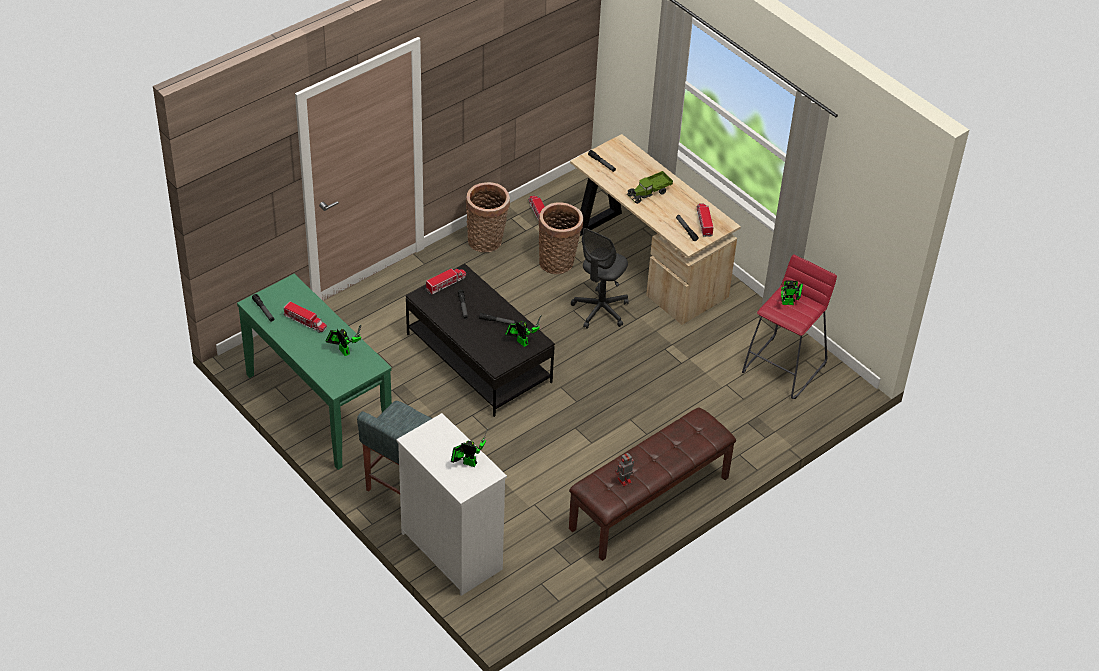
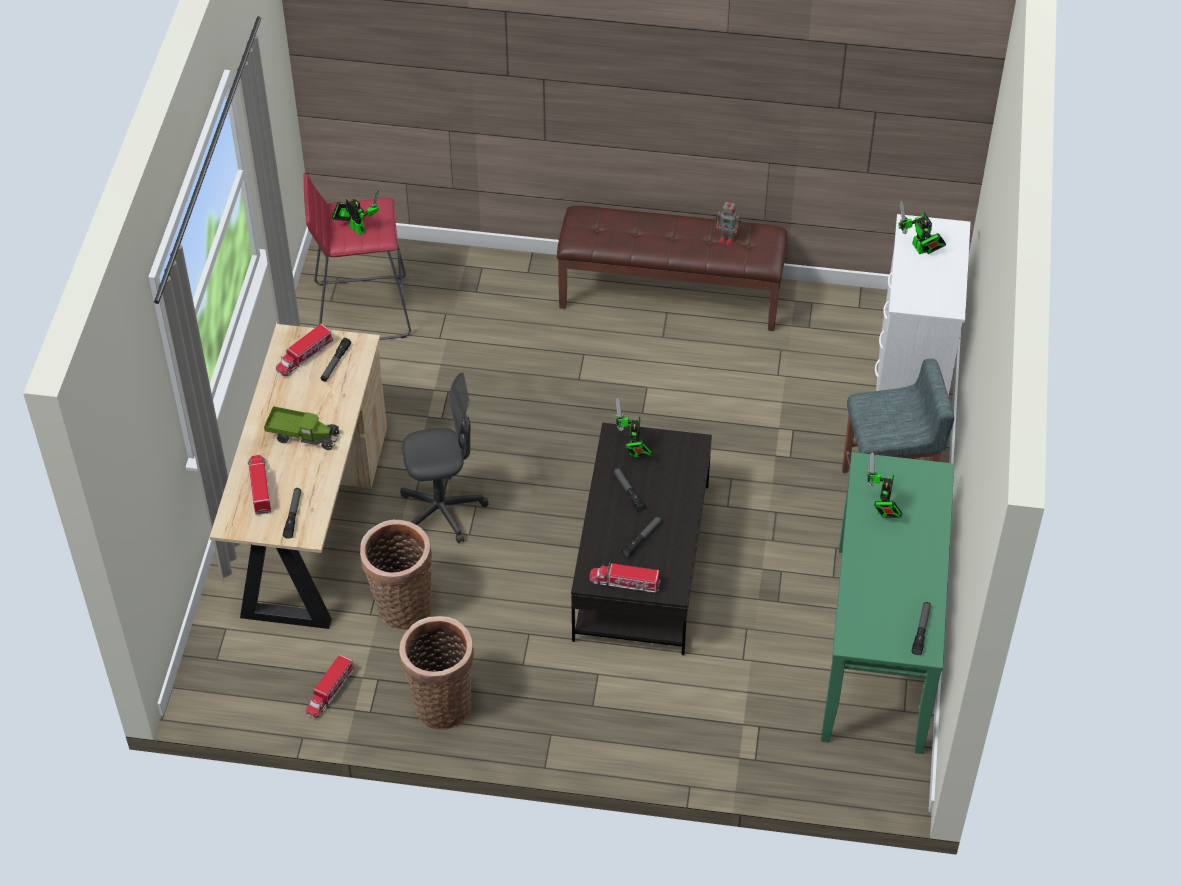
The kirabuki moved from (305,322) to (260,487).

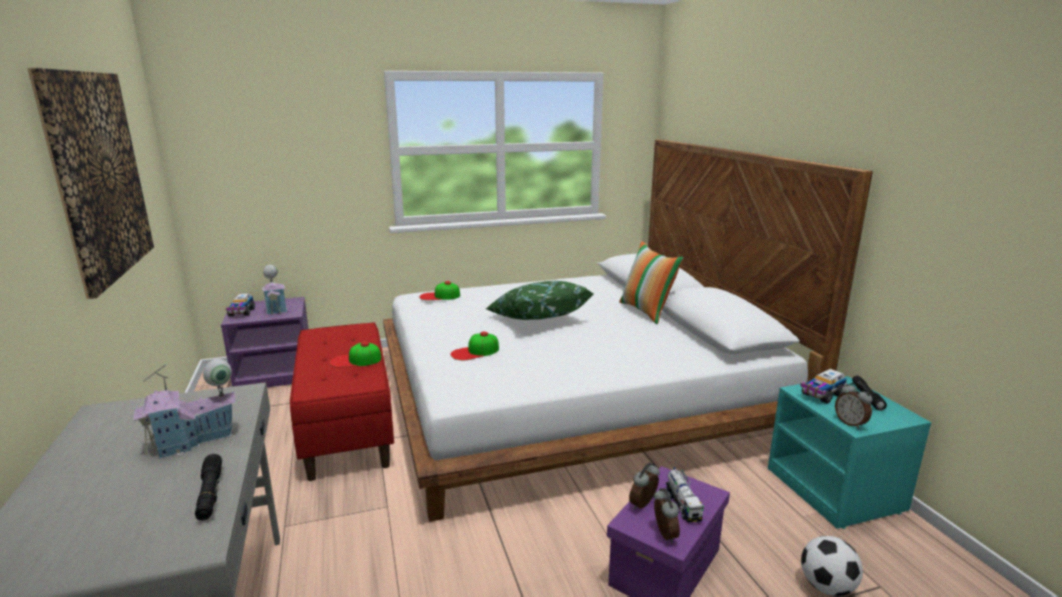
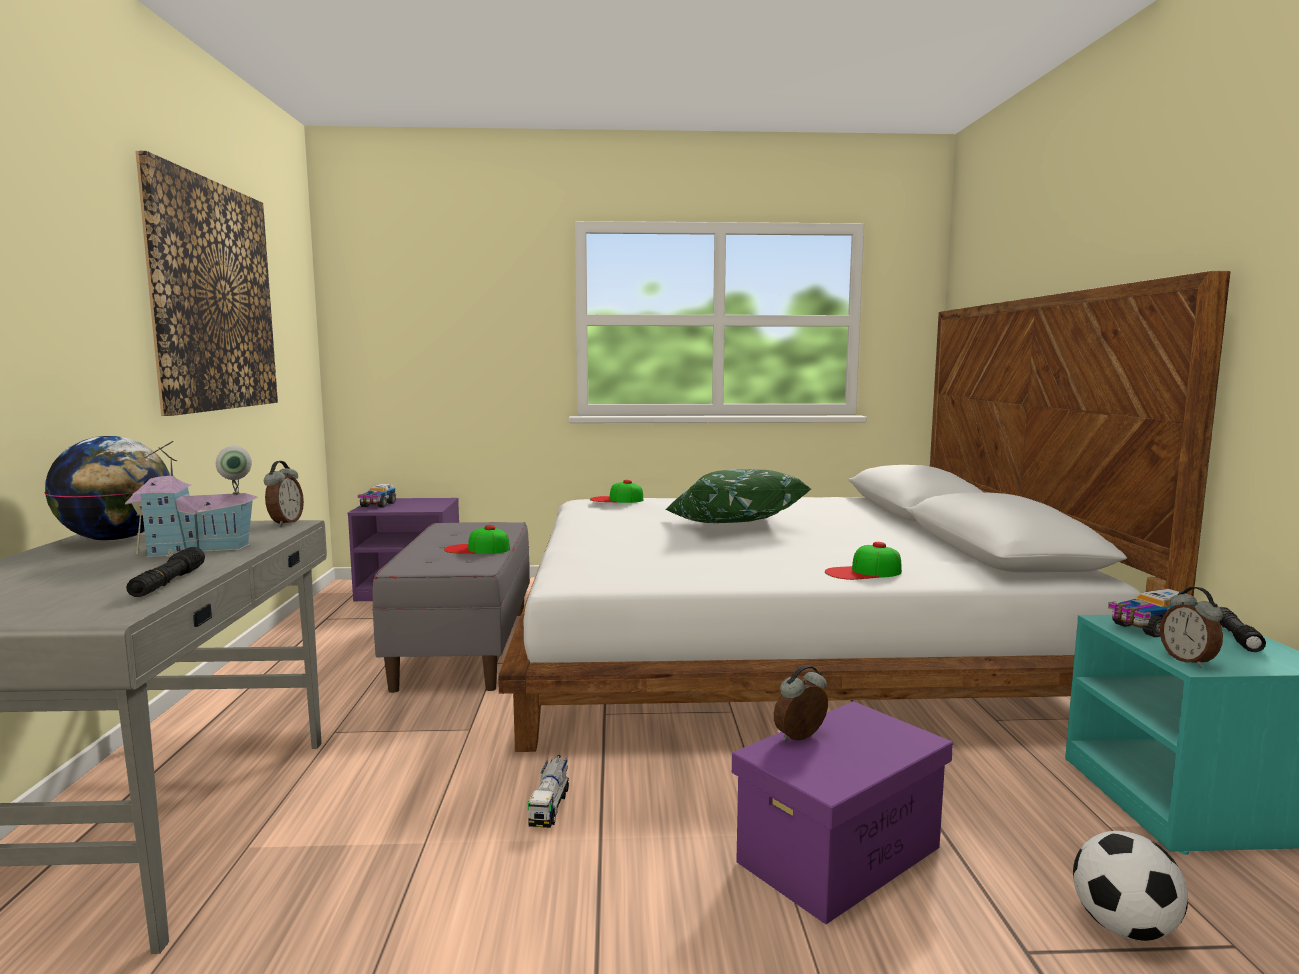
The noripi at (116,539) appeared.
The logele moved from (663,534) to (285,523).
The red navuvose at (348,428) became the grey navuvose at (465,647).
The kirabuki moved from (682,504) to (550,806).
The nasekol moved from (475,352) to (863,572).
The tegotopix at (276,308) disappeared.
The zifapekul at (647,311) disappeared.

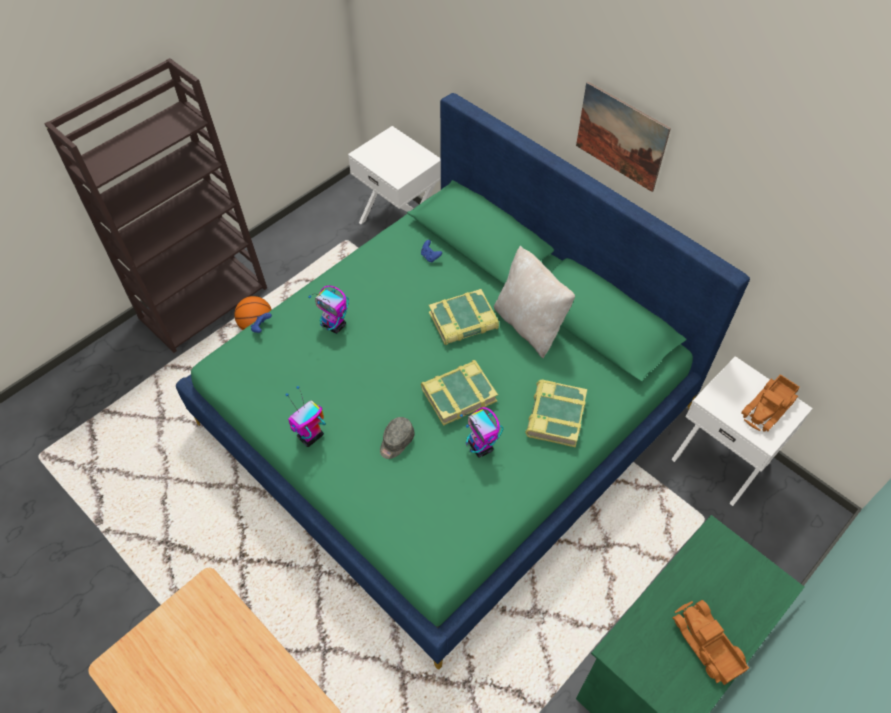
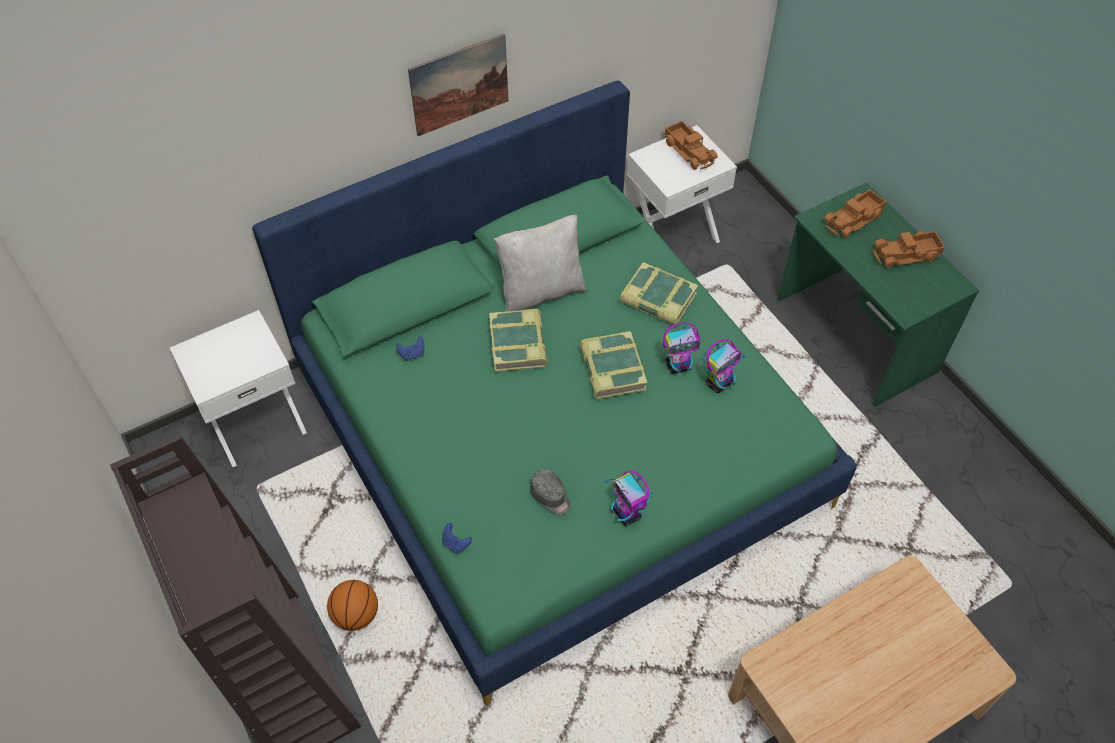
The grey nasekol moved from (396,442) to (550,497).
The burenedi moved from (334,325) to (719,383).
The kirabuki at (854,220) appeared.

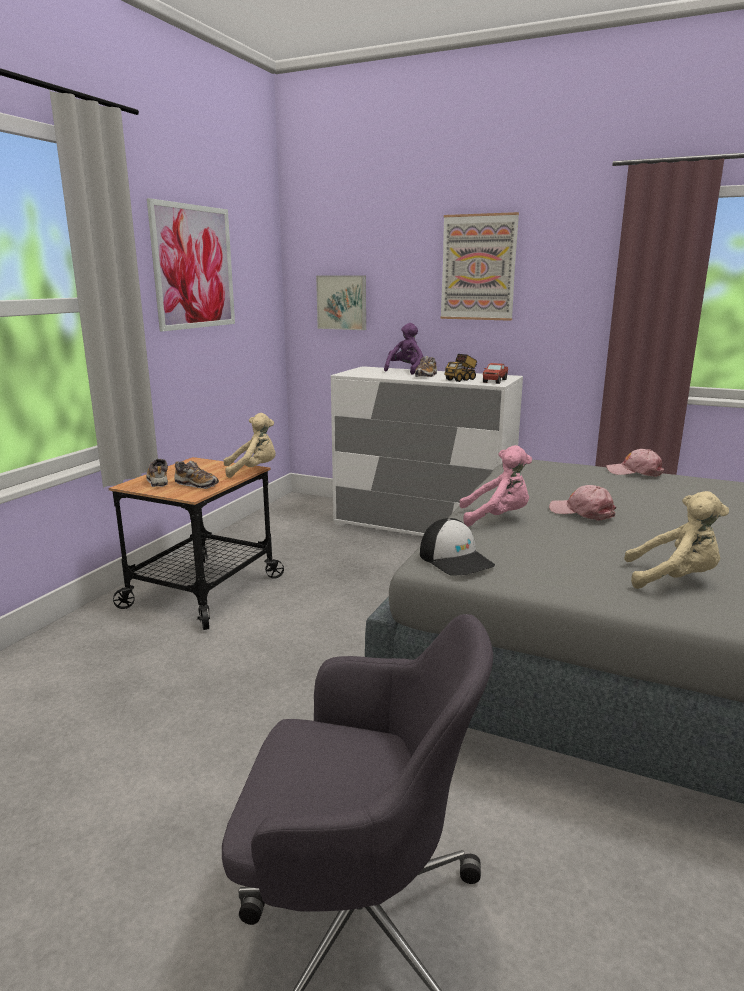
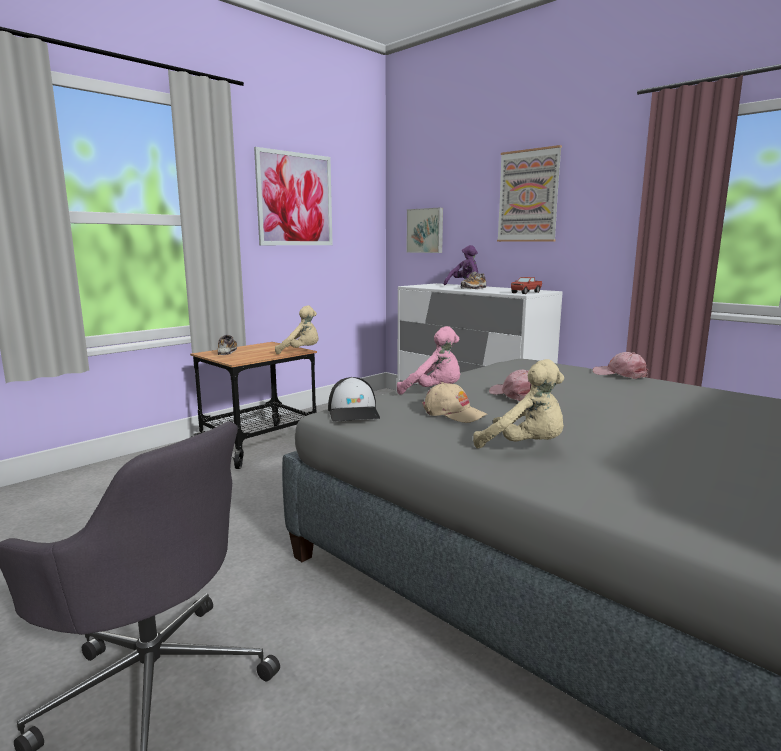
The beige nasekol at (453,413) appeared.
The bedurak at (196,485) disappeared.
The kirabuki at (461,380) disappeared.

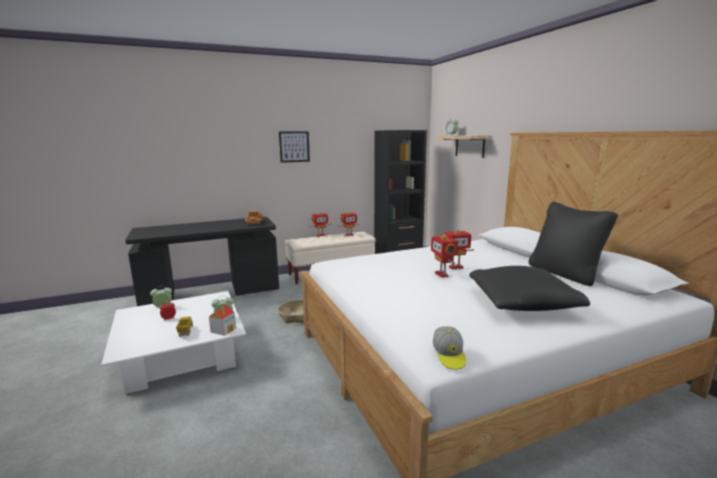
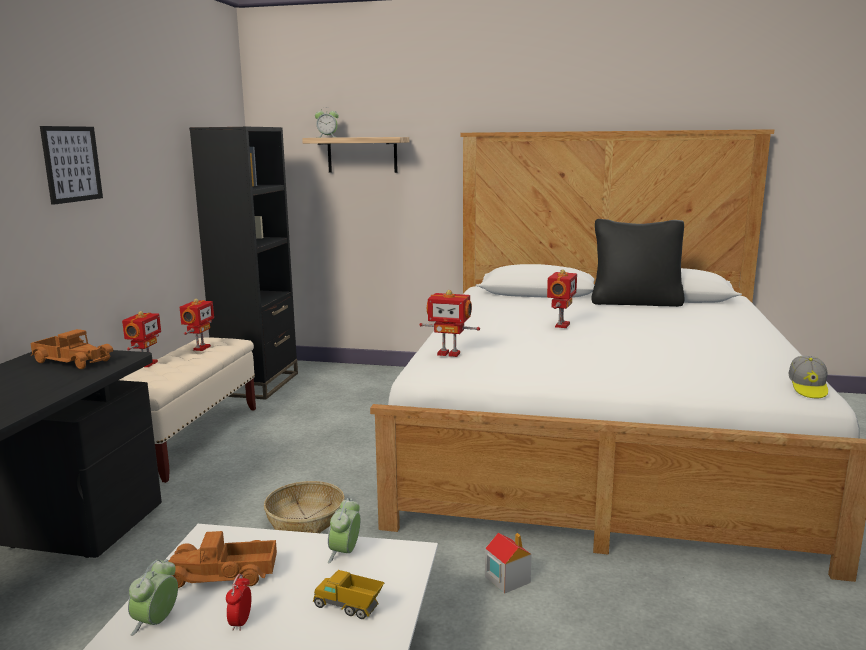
The kirabuki at (222,575) appeared.
The burenedi moved from (442,274) to (449,353).
The tegotopix moved from (223,329) to (507,579).
The nasekol at (449,356) turned 75 degrees clockwise.
The black zifapekul at (522,303) disappeared.

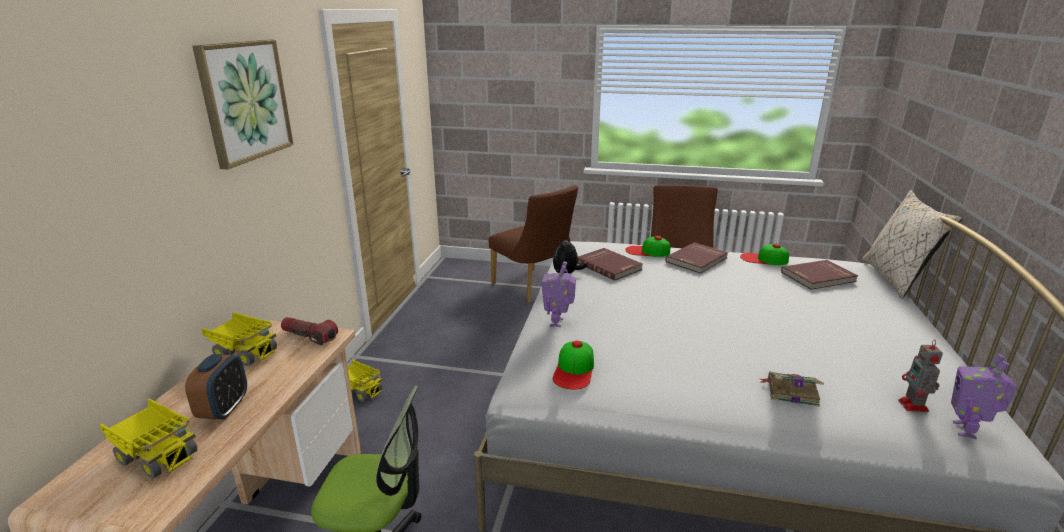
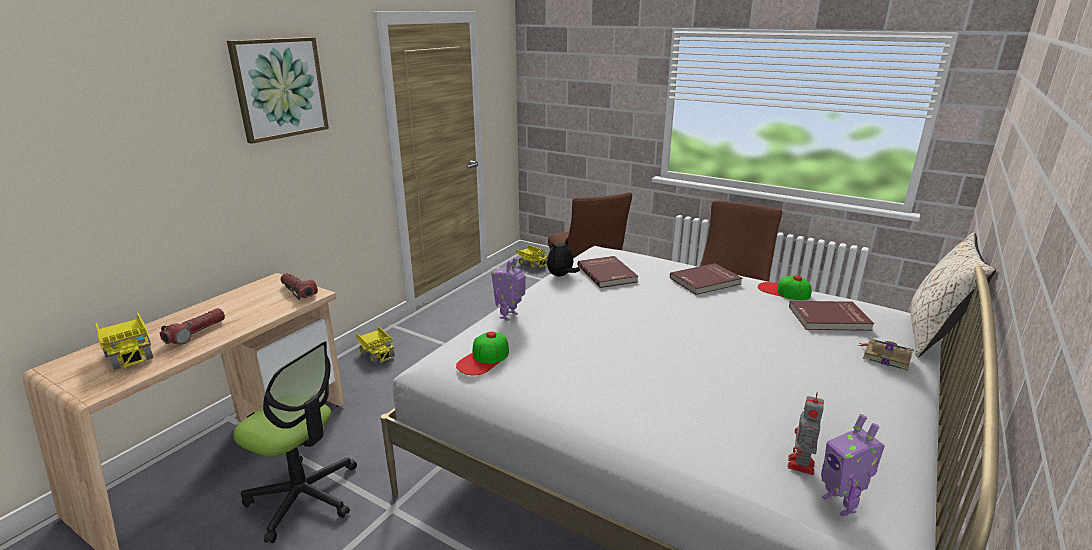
The logele at (224,409) was replaced by the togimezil at (196,333).
The kirabuki moved from (245,352) to (532,264).
The burenedi at (966,430) turned 60 degrees counterclockwise.
The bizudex moved from (790,391) to (885,357).
The nasekol at (647,251) disappeared.

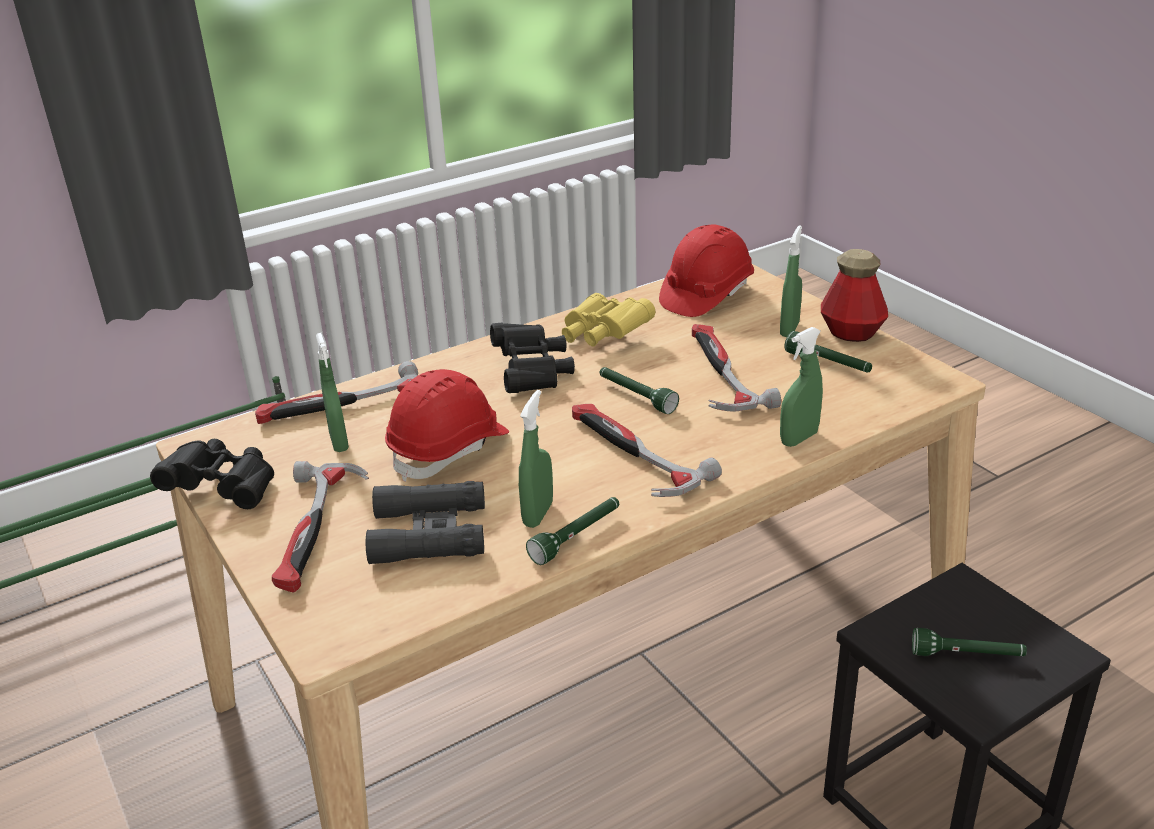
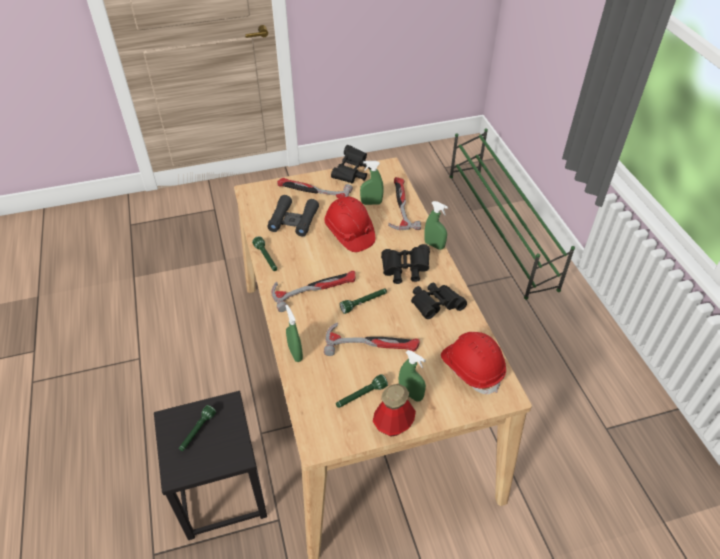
The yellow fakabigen at (603,336) became the black fakabigen at (435,306).
The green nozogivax moved from (538,514) to (434,245).

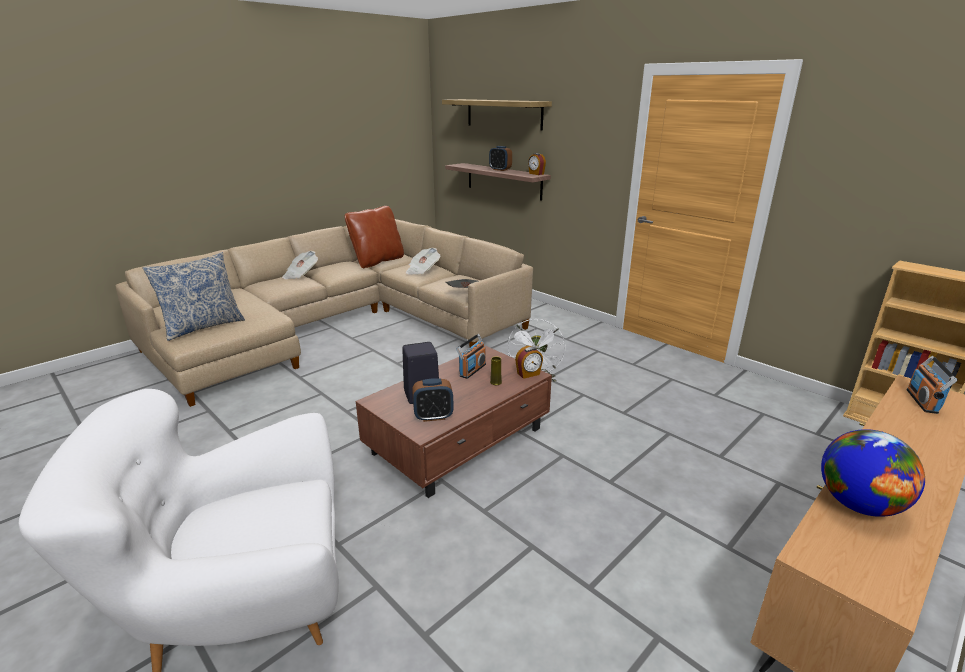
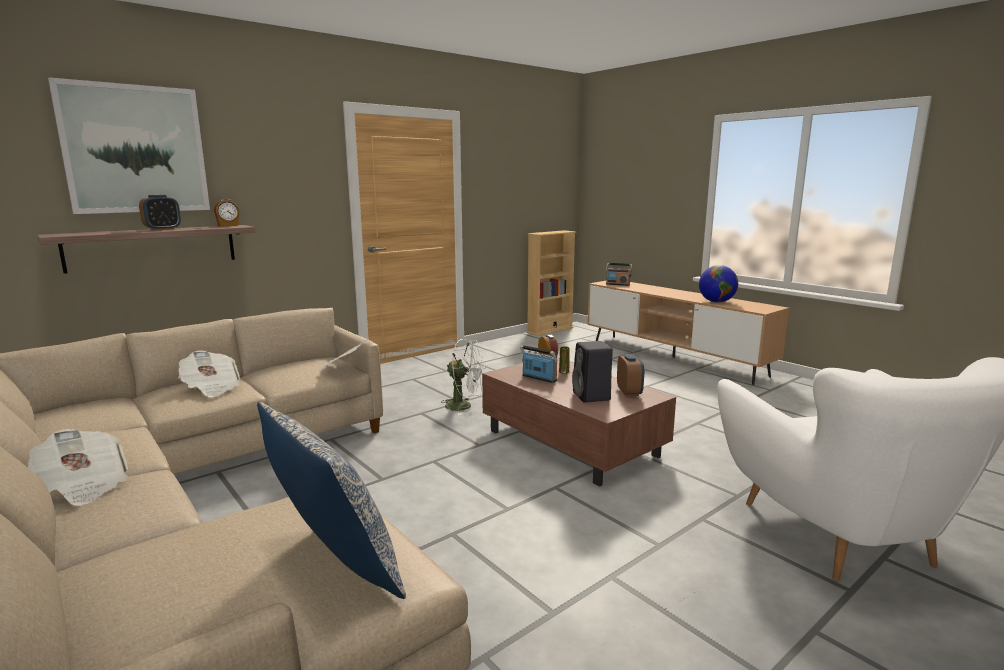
The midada at (503,114) was replaced by the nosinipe at (135,149).
The brown zifapekul at (377,261) disappeared.

